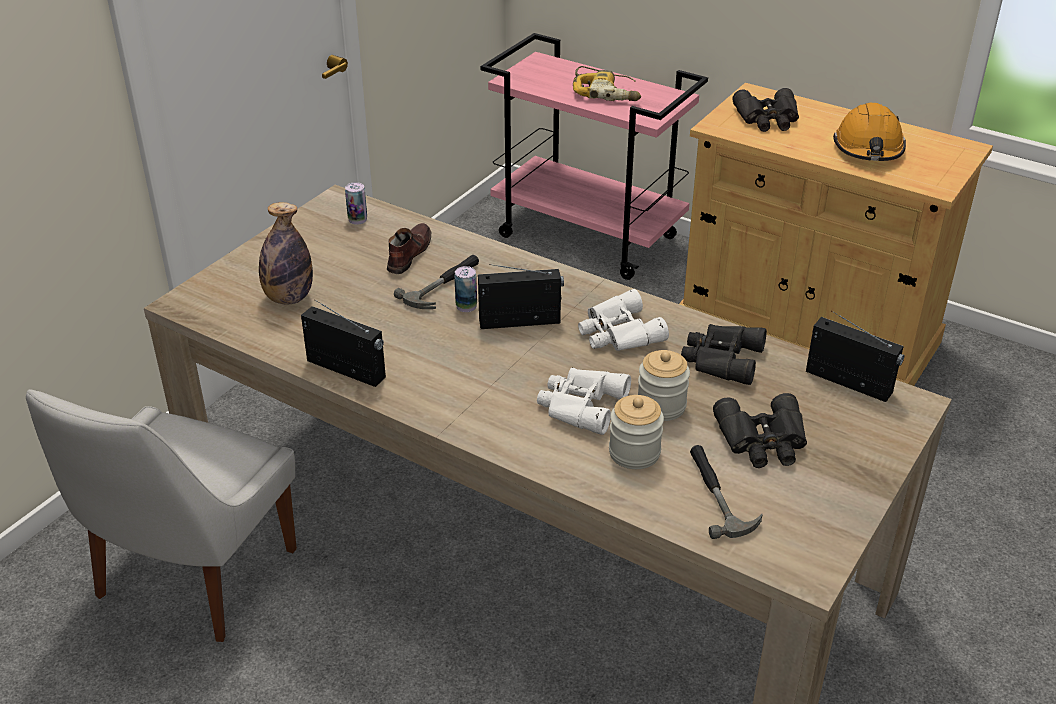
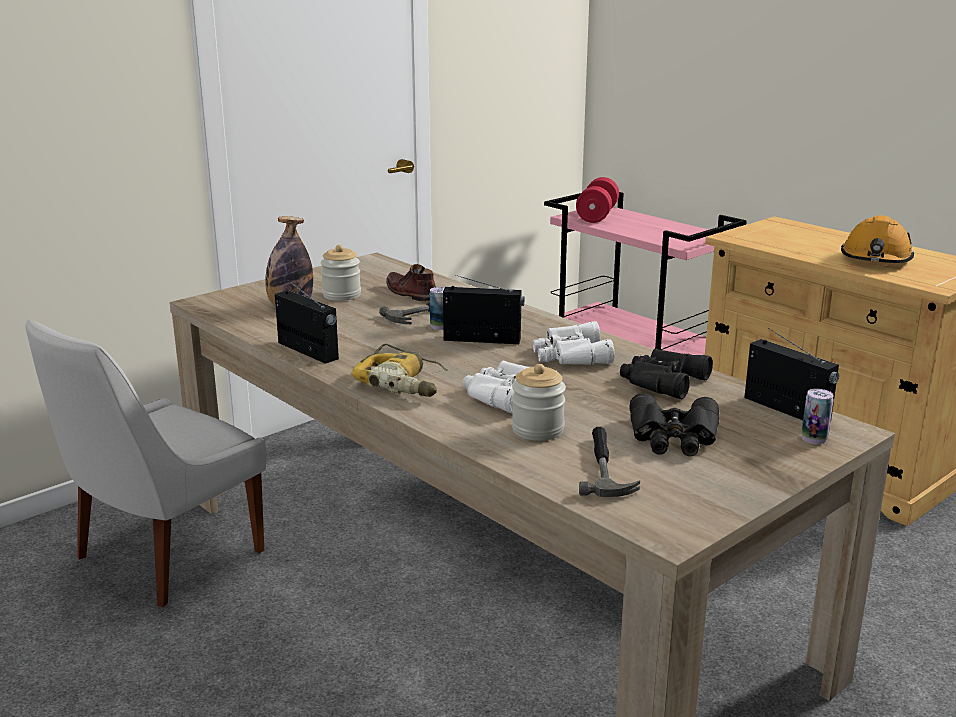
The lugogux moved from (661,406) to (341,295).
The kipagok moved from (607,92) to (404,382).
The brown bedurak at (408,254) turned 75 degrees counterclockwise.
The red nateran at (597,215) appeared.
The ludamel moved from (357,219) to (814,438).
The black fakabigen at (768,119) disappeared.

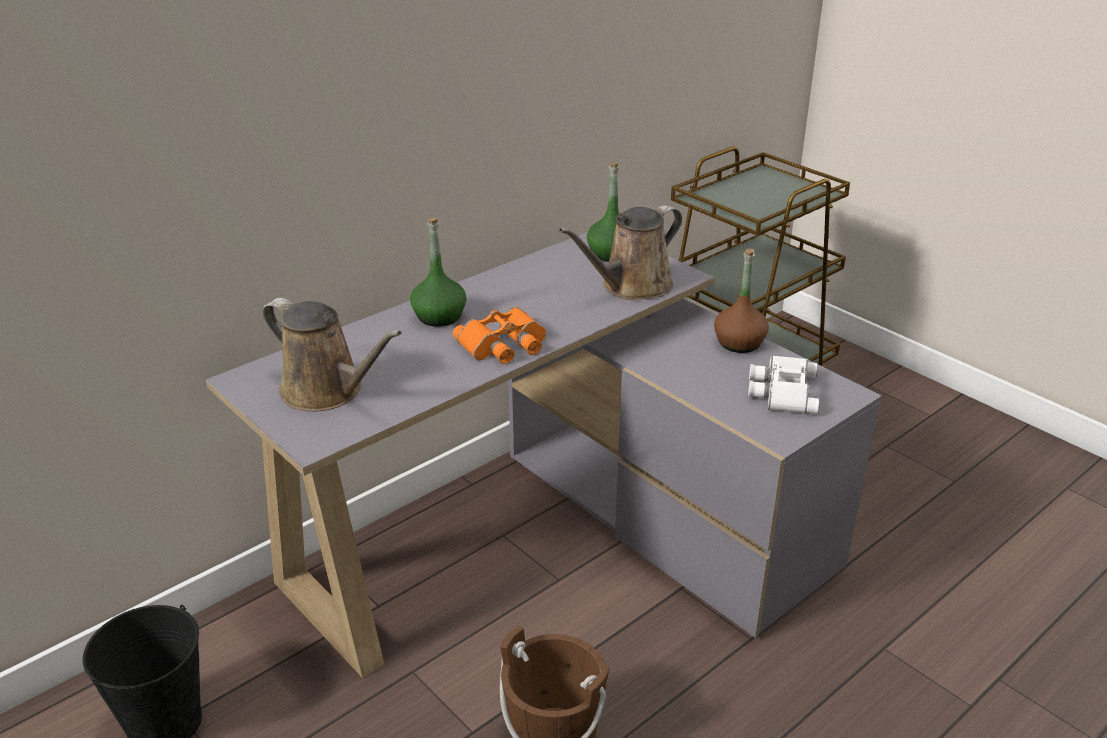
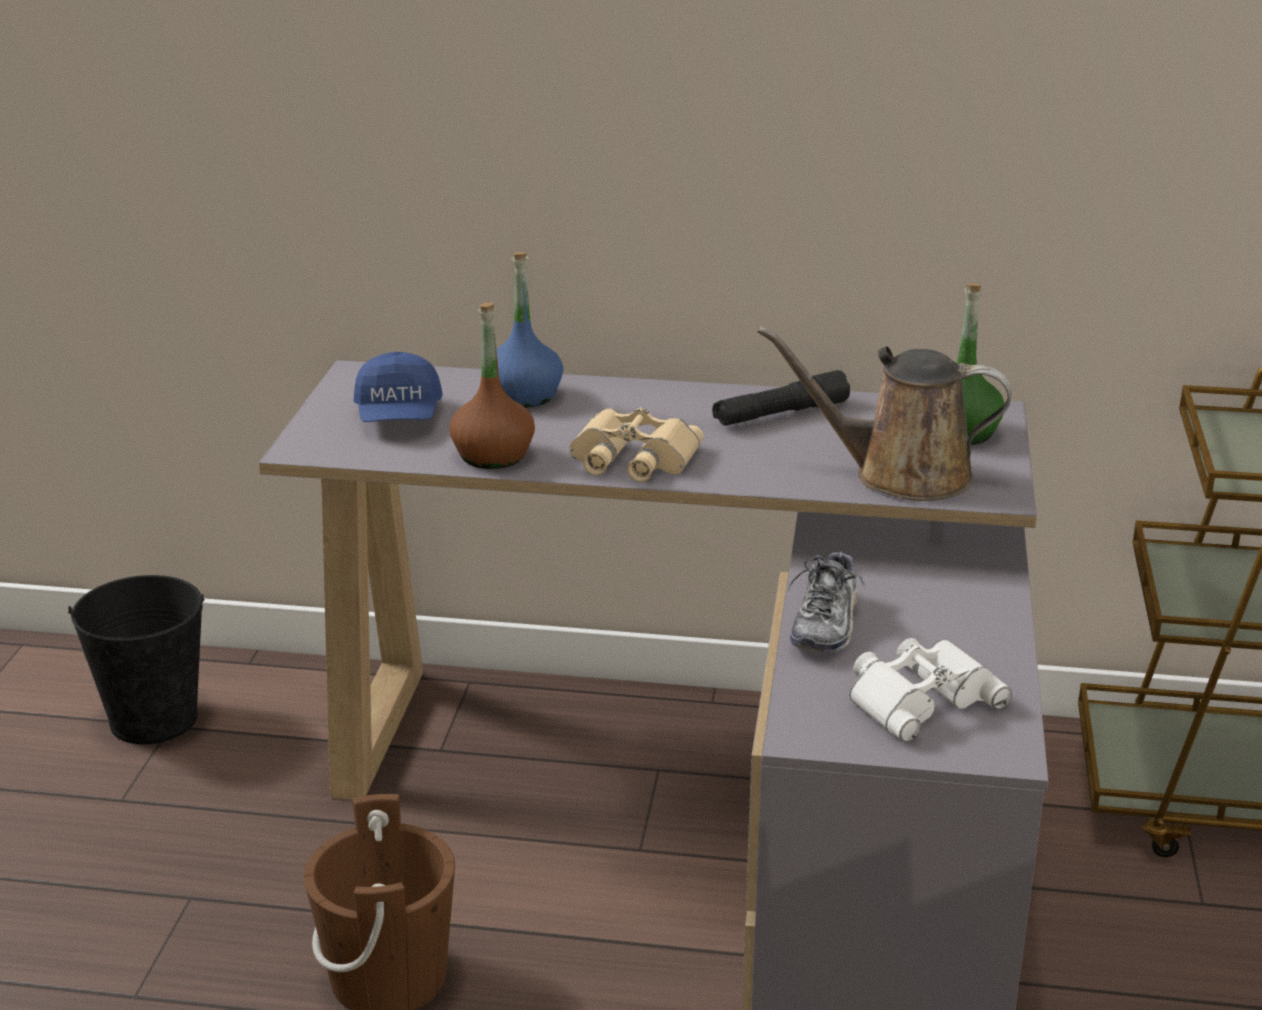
The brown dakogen at (327,391) was replaced by the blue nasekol at (398,416).
The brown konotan moved from (739,343) to (492,455).
The blue konotan at (523,396) appeared.
The orange fakabigen at (504,345) became the beige fakabigen at (631,459).
The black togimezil at (780,414) appeared.
The bedurak at (826,624) appeared.
The green konotan at (439,316) disappeared.

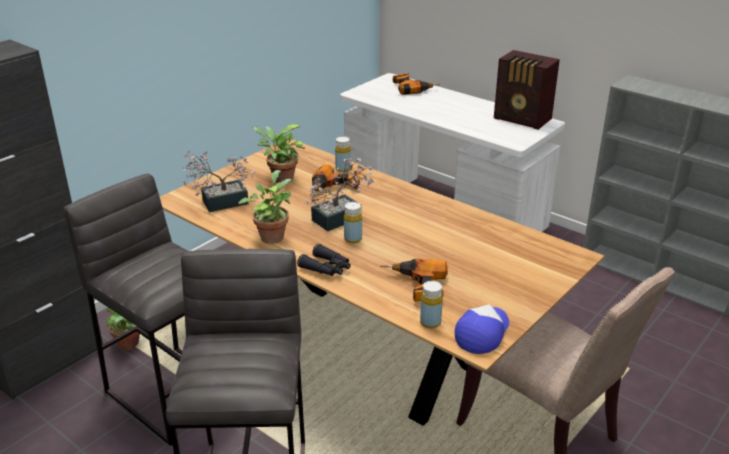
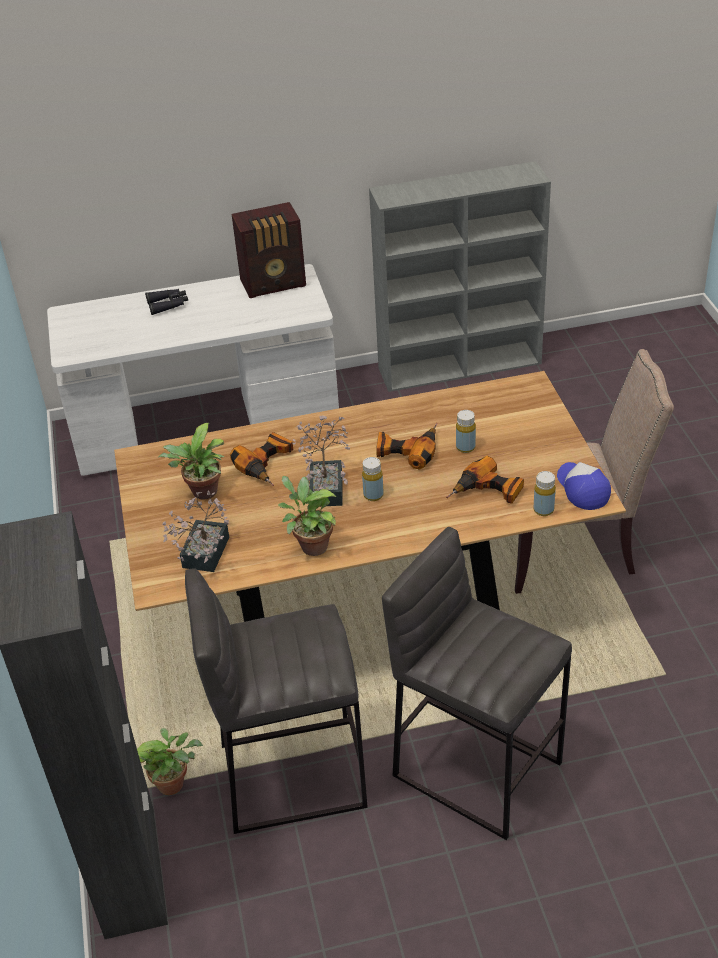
The black fakabigen moved from (327,268) to (168,305).
The kipagok moved from (412,88) to (407,450).
The yellow konotan moved from (343,169) to (465,447).

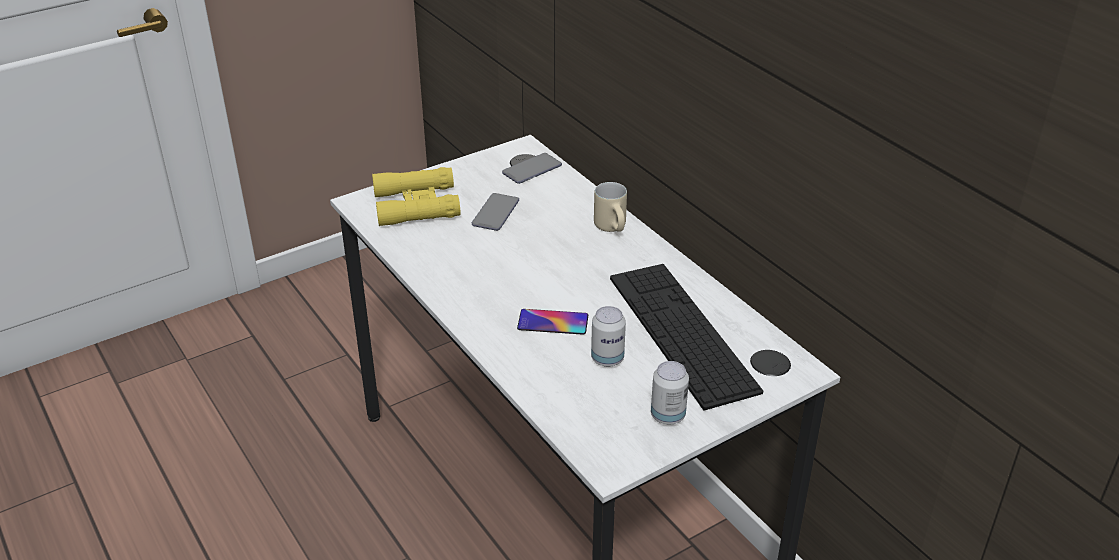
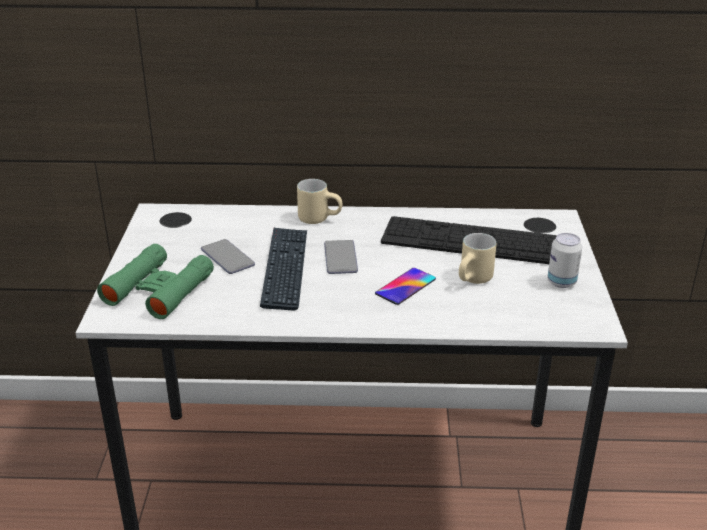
The yellow fakabigen at (416,205) became the green fakabigen at (158,289).
The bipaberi at (285,269) appeared.
The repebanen moved from (532,169) to (340,258).
The ludamel at (607,359) was replaced by the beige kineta at (474,281).

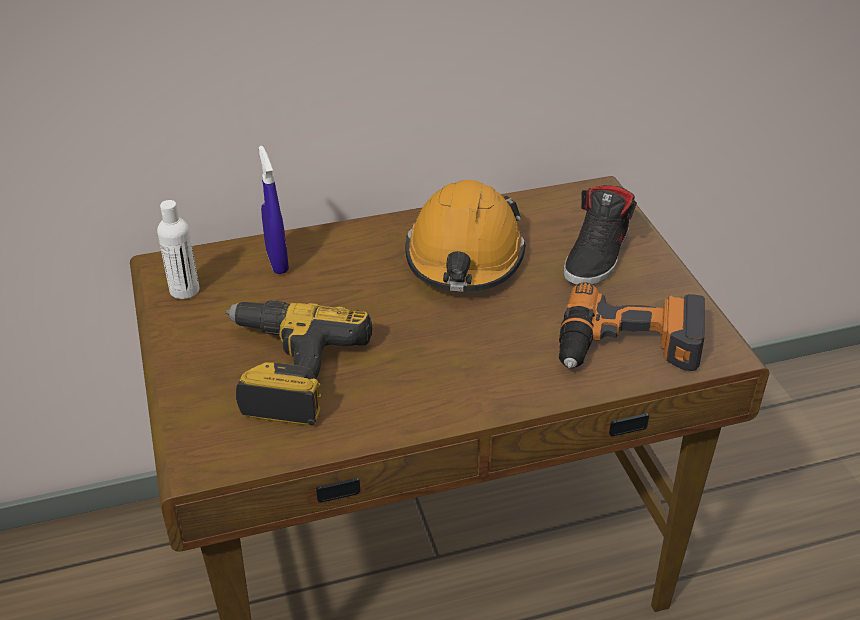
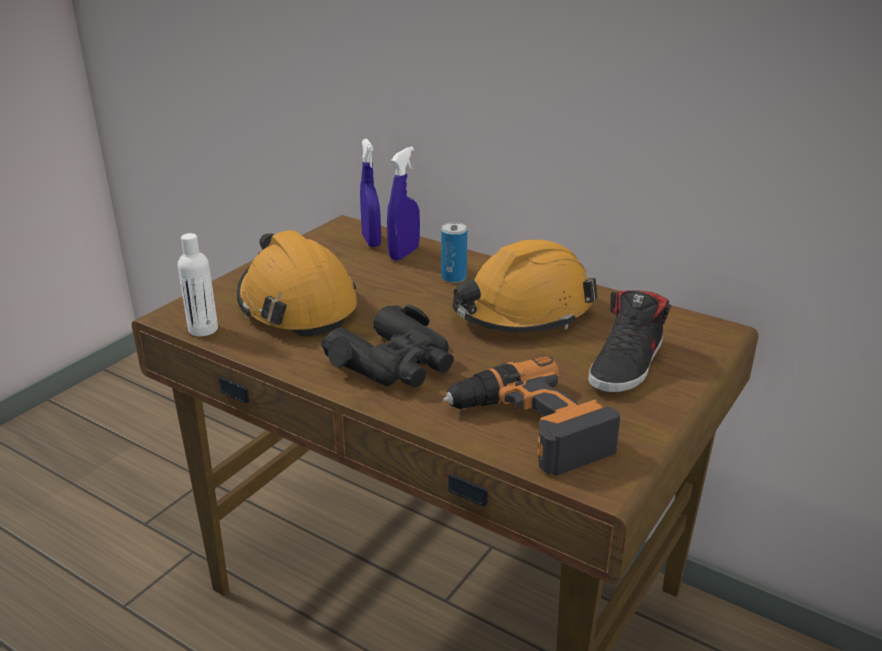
The white konotan moved from (184,290) to (203,329).
The kipagok at (286,372) was replaced by the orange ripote at (297,304).
The black fakabigen at (395,363) appeared.
The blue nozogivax at (371,241) appeared.
The ludamel at (453,277) appeared.
The black bedurak at (598,256) turned 45 degrees counterclockwise.

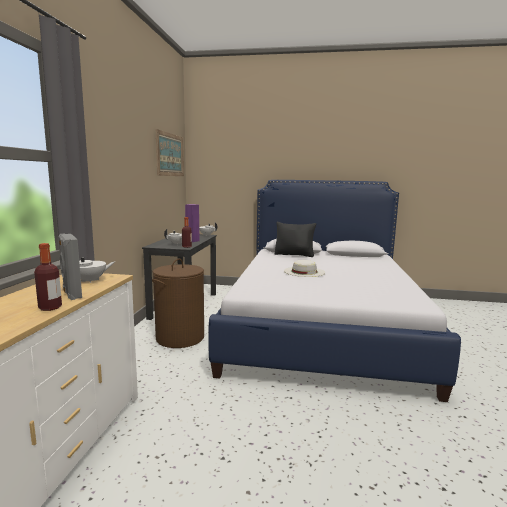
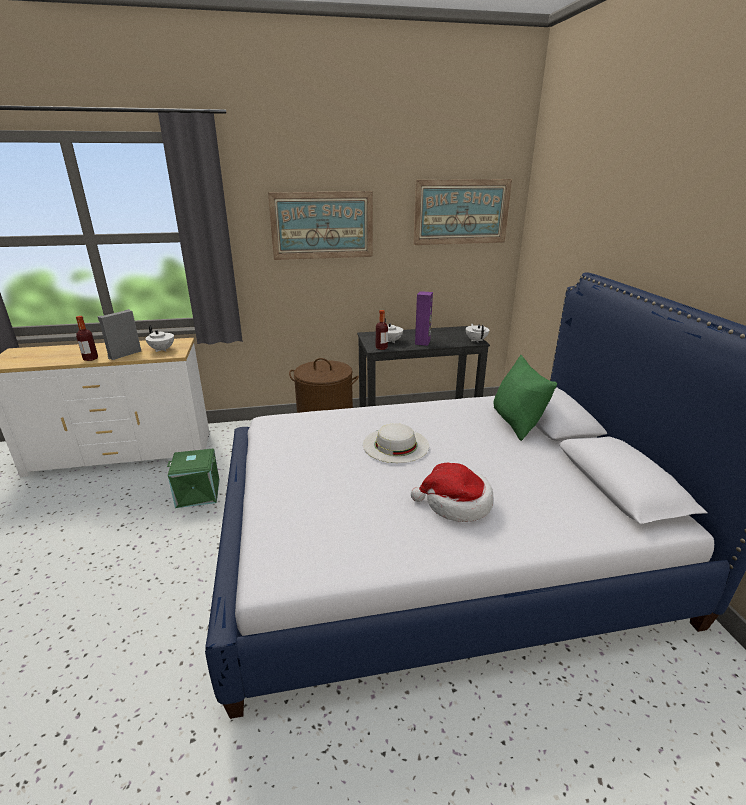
The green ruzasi at (198,493) appeared.
The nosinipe at (322,225) appeared.
The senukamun at (456,503) appeared.
The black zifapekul at (294,255) became the green zifapekul at (516,423).

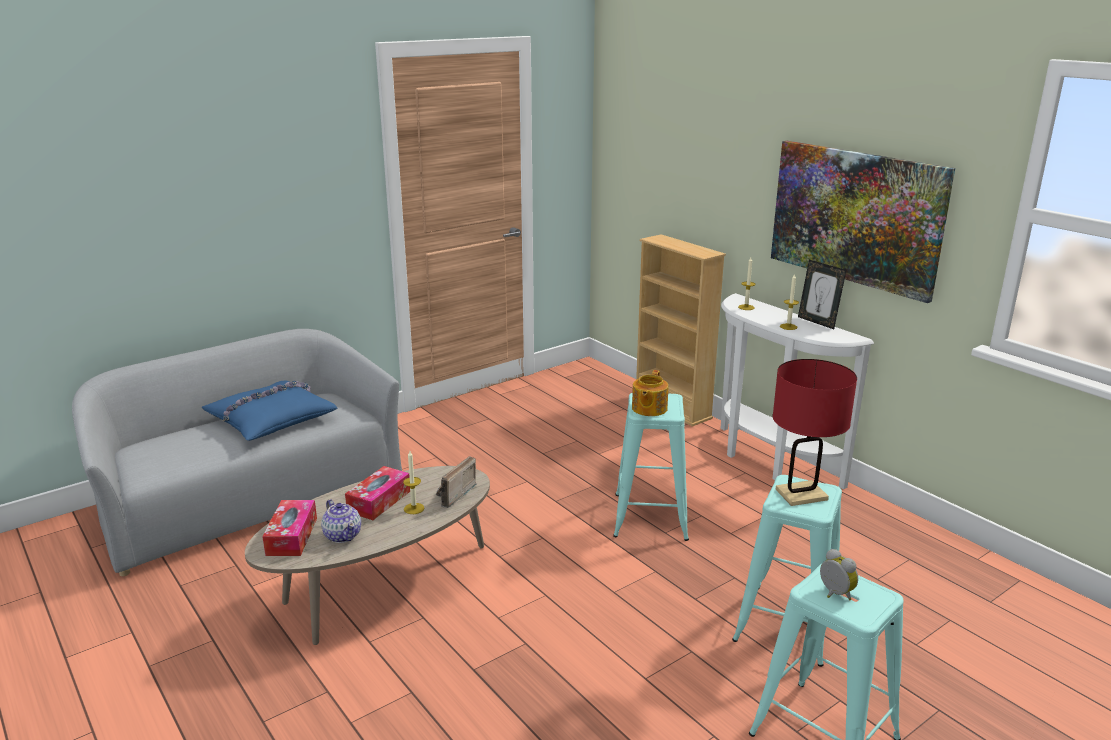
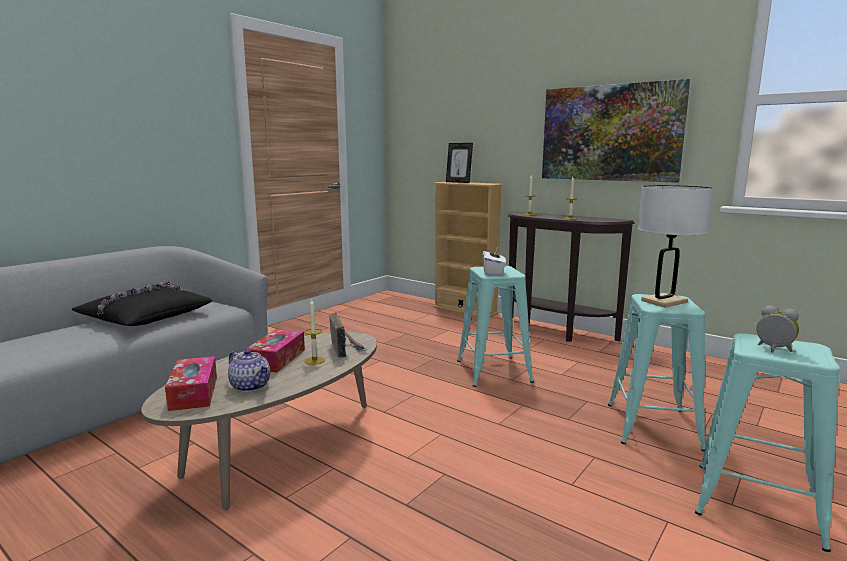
The blue zifapekul at (271,419) became the black zifapekul at (145,317).
The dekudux at (451,495) turned 150 degrees clockwise.
The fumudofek moved from (817,322) to (458,182).
The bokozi at (648,409) was replaced by the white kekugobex at (493,272).
The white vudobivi at (768,461) became the brown vudobivi at (555,332).
The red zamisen at (801,495) became the white zamisen at (664,301).

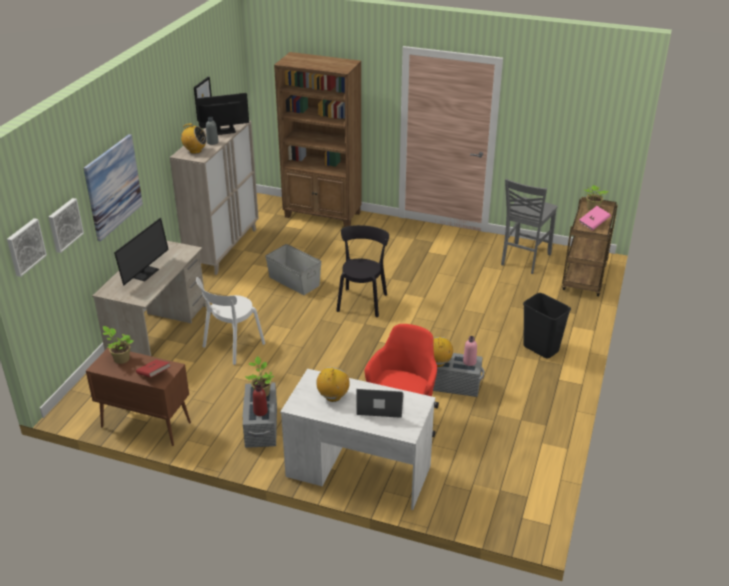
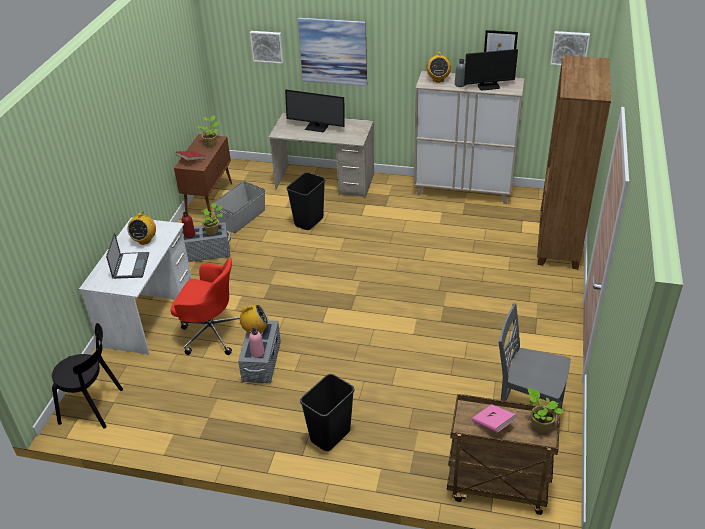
The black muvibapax moved from (362,301) to (94,406).
The dekudux at (333,396) turned 90 degrees clockwise.
The grey ruzasi moved from (294,281) to (242,218).
The white muvibapax at (231,346) was replaced by the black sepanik at (308,221).
The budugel at (225,131) turned 105 degrees clockwise.
The nosinipe moved from (25,246) to (569,48).

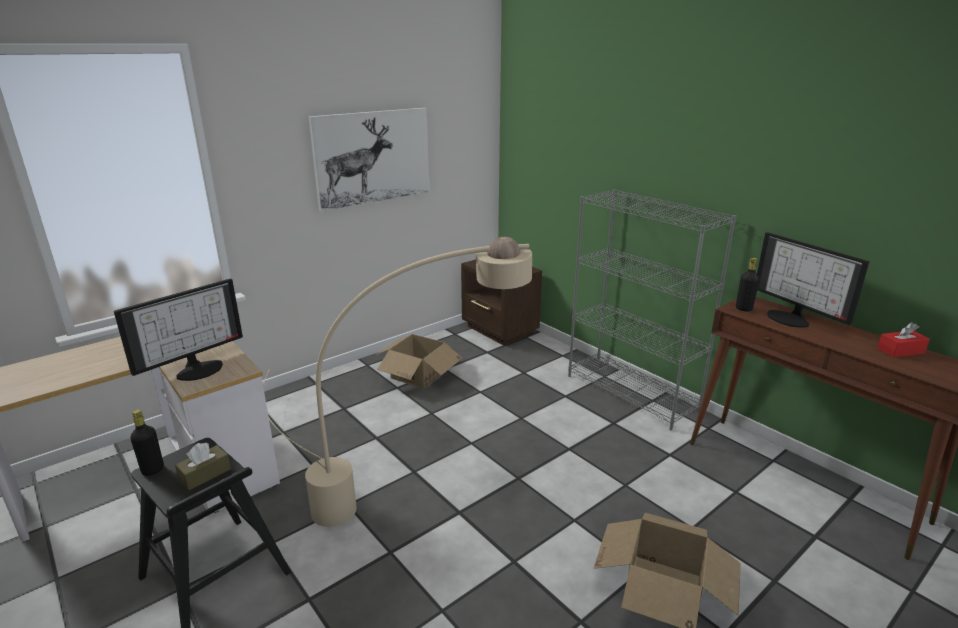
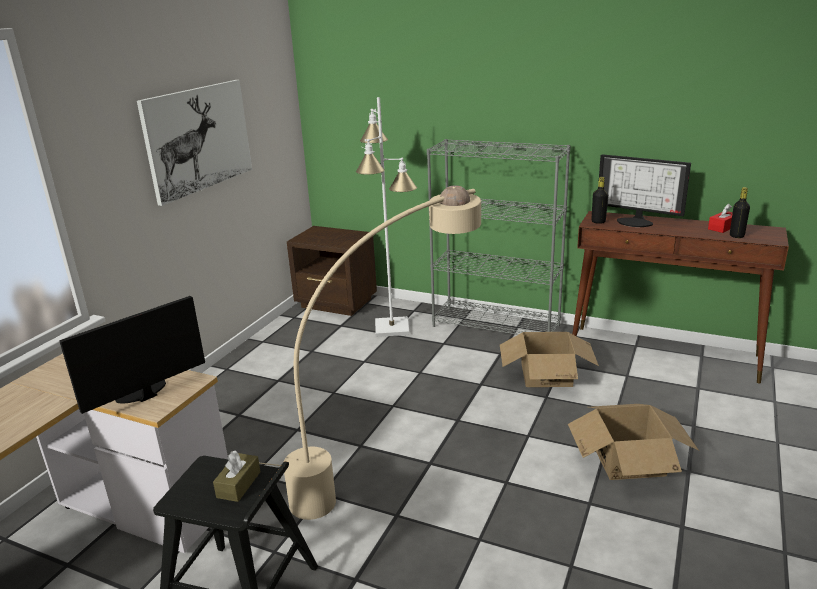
The budugel at (198,368) turned 150 degrees counterclockwise.
The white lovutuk at (392,327) appeared.
The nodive moved from (419,374) to (546,374).
The black konotan moved from (153,470) to (736,236).

